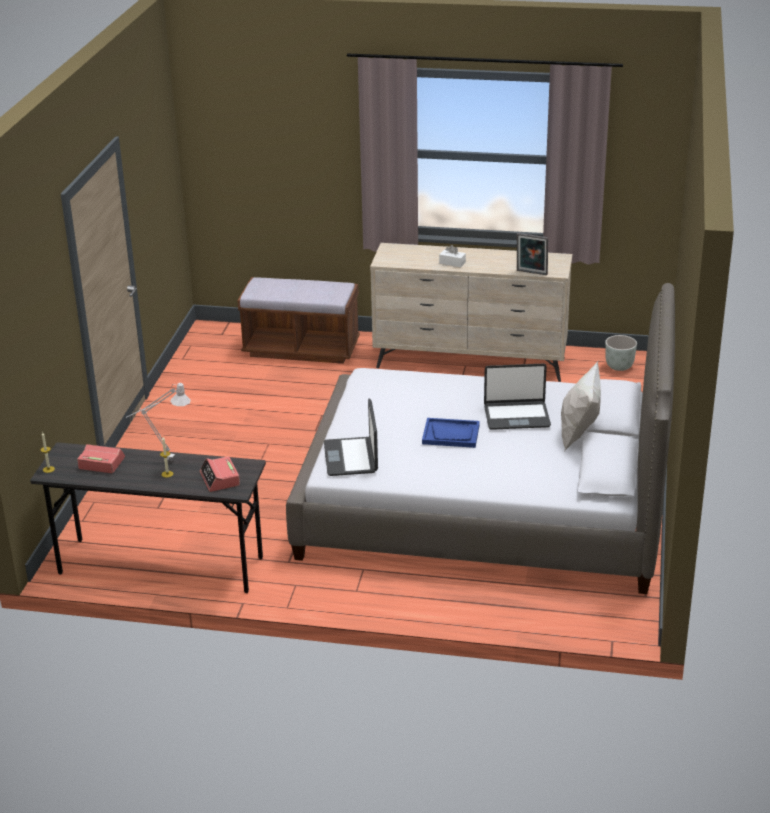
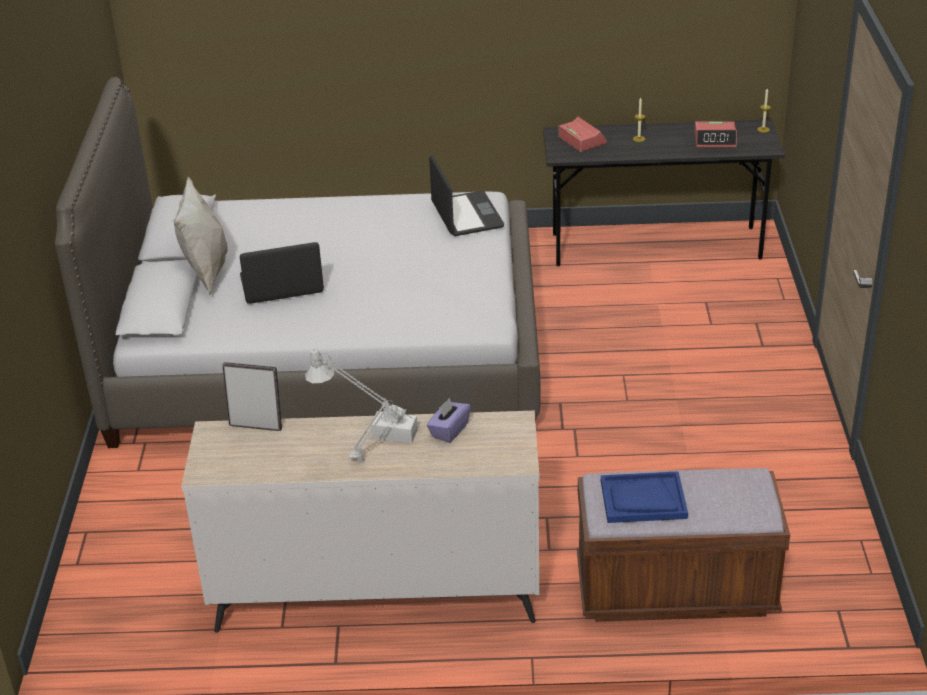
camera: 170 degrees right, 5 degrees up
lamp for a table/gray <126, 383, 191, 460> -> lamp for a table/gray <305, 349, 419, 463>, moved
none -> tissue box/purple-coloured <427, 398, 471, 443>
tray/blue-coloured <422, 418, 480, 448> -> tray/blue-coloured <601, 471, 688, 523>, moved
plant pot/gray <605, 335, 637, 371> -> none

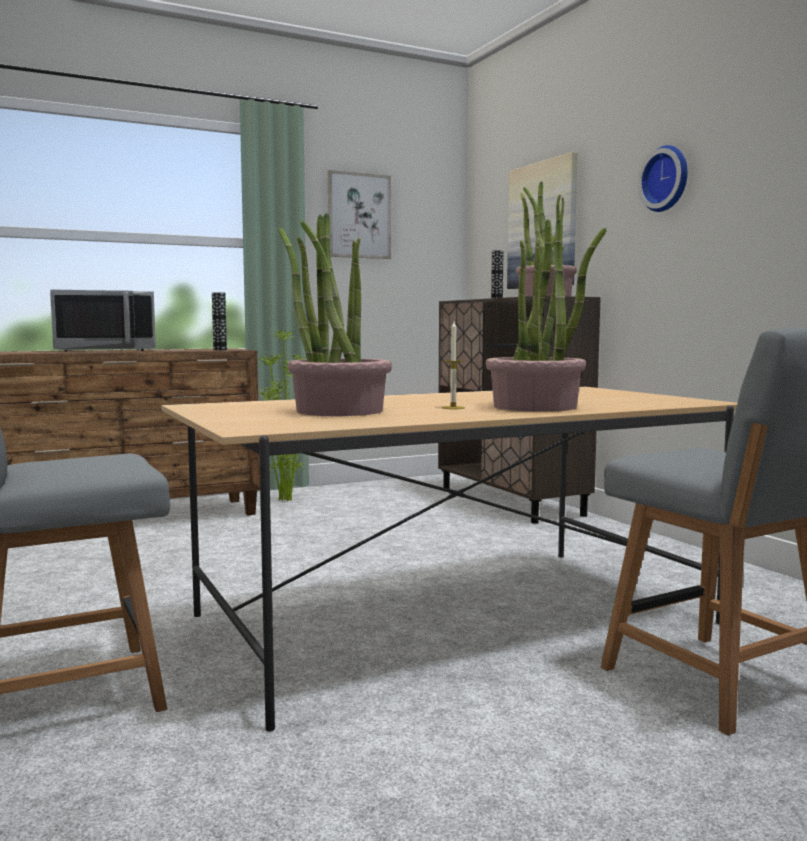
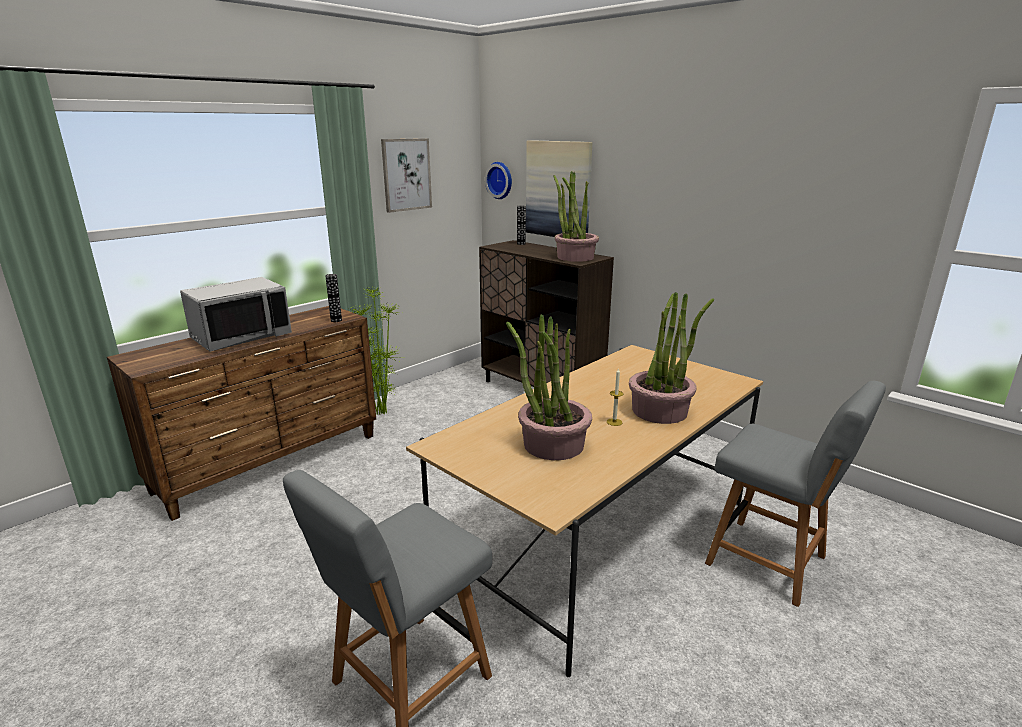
camera: 20 degrees left, 15 degrees up
hanging clock <638, 145, 688, 212> -> hanging clock <485, 162, 512, 199>, moved

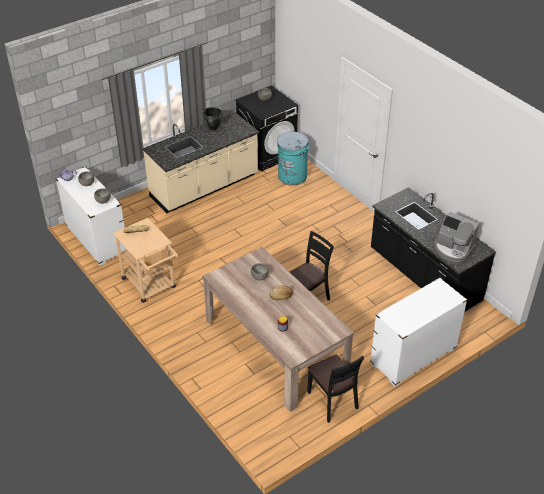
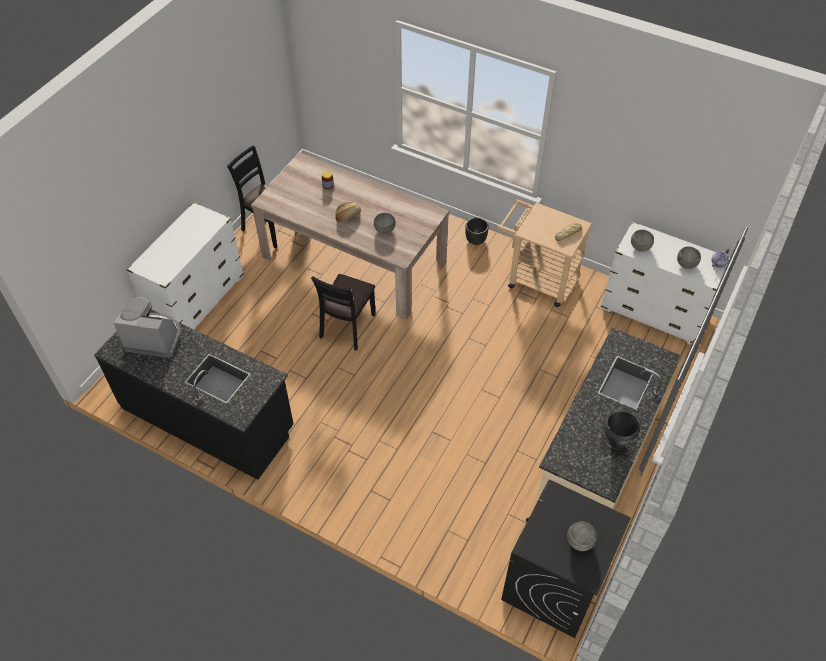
camera: 155 degrees right, 10 degrees up
none -> plant pot/blackish <465, 218, 489, 245>
trash can/turquoise-coloured <277, 132, 310, 186> -> none

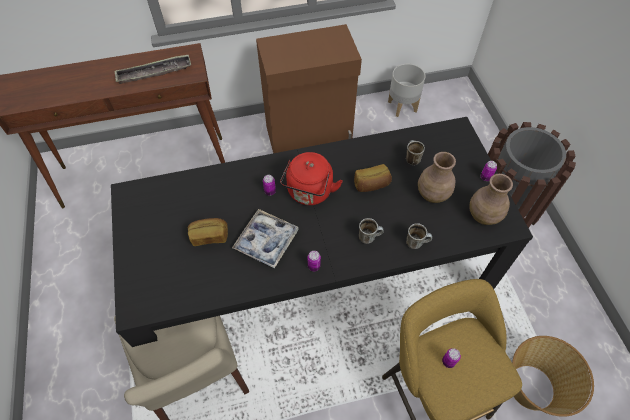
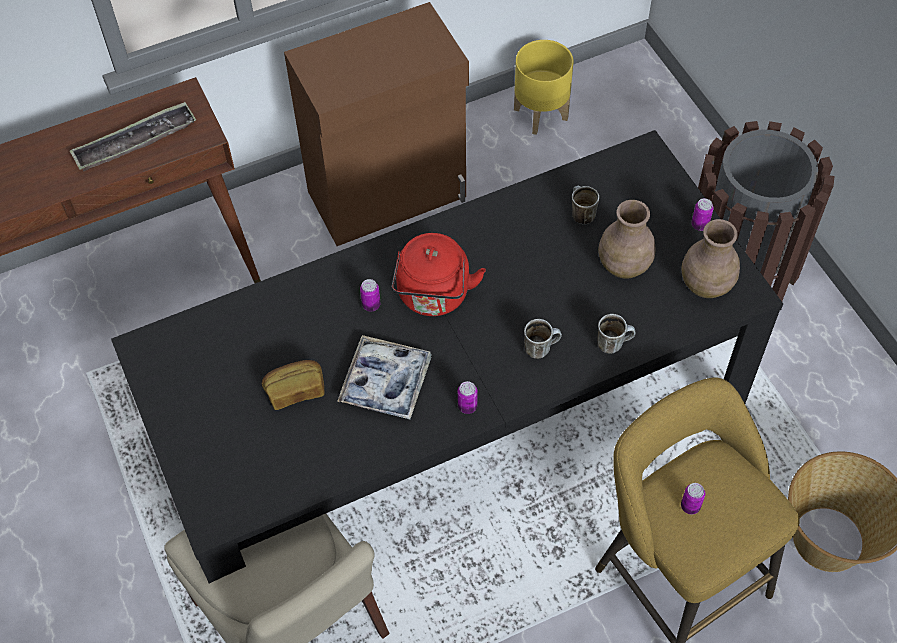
camera: 10 degrees left, 0 degrees up
plant pot/gray <388, 63, 426, 117> -> plant pot/yellow <514, 40, 573, 135>
bread <354, 164, 392, 192> -> none

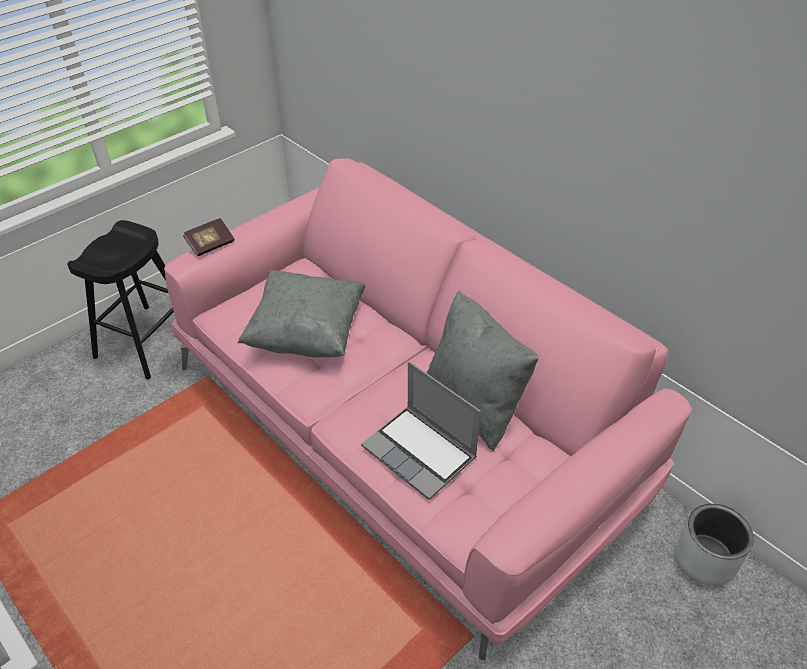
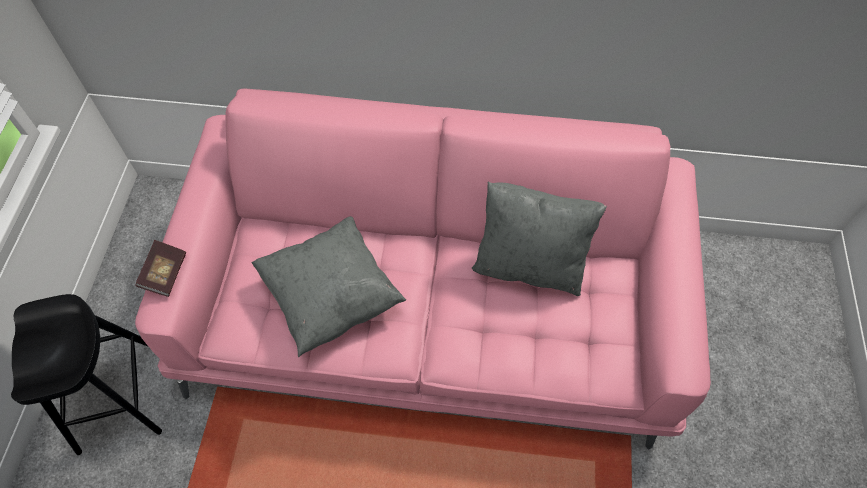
camera: 40 degrees left, 15 degrees up
laptop <361, 361, 481, 500> -> none
plant pot/gray <675, 504, 754, 586> -> none

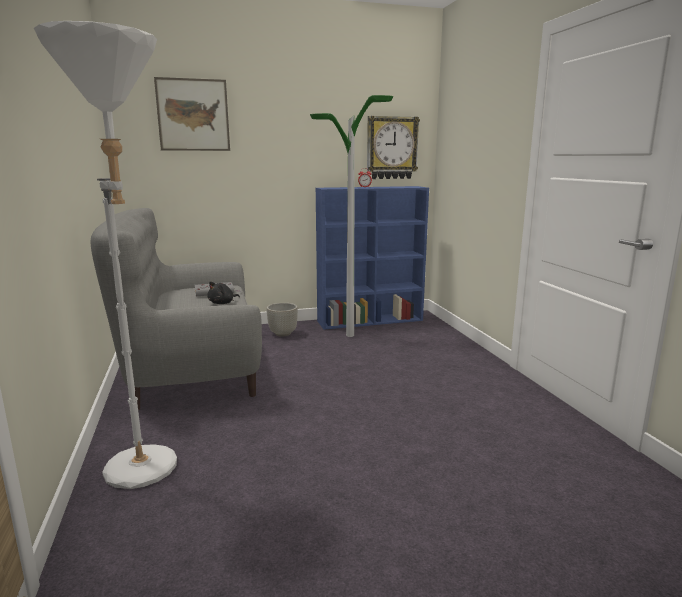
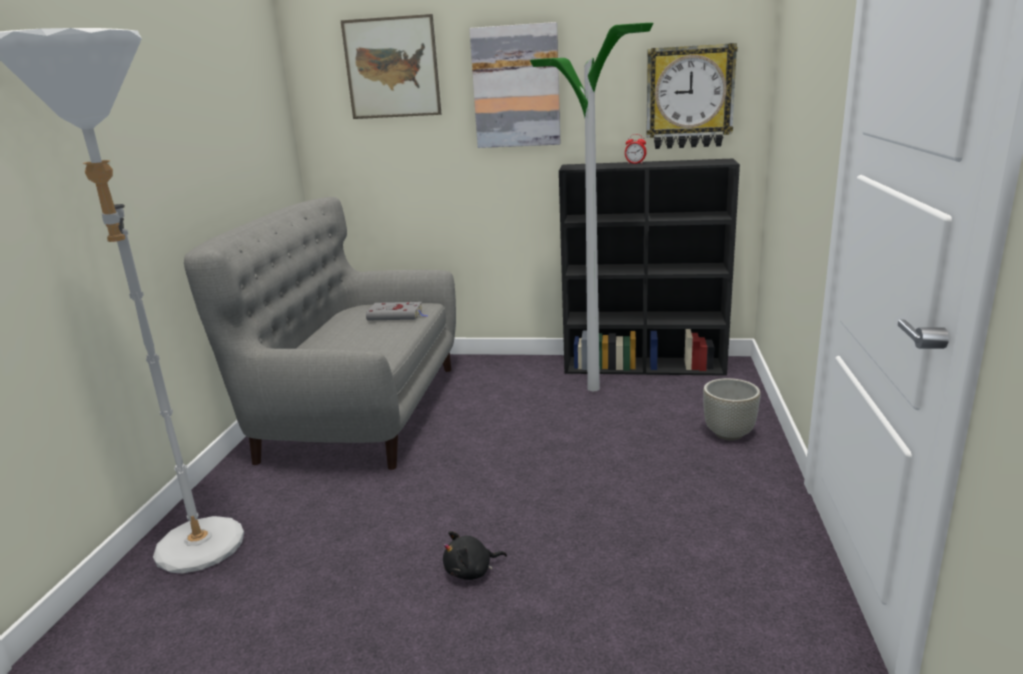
camera: 25 degrees right, 5 degrees up
plush toy/blackish <207, 281, 240, 304> -> plush toy/blackish <443, 531, 507, 580>, moved
none -> wall art <469, 22, 561, 148>
bookcase/blue-coloured <316, 186, 429, 330> -> bookcase/blackish <559, 159, 740, 376>
plant pot/gray <266, 303, 298, 337> -> plant pot/gray <703, 378, 761, 441>, moved

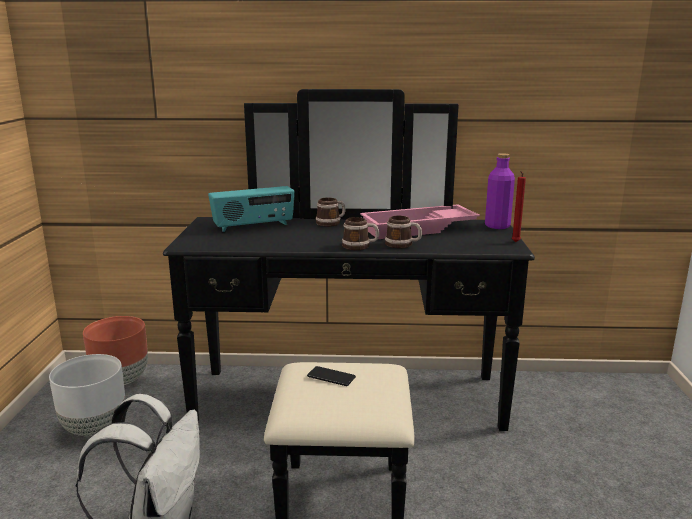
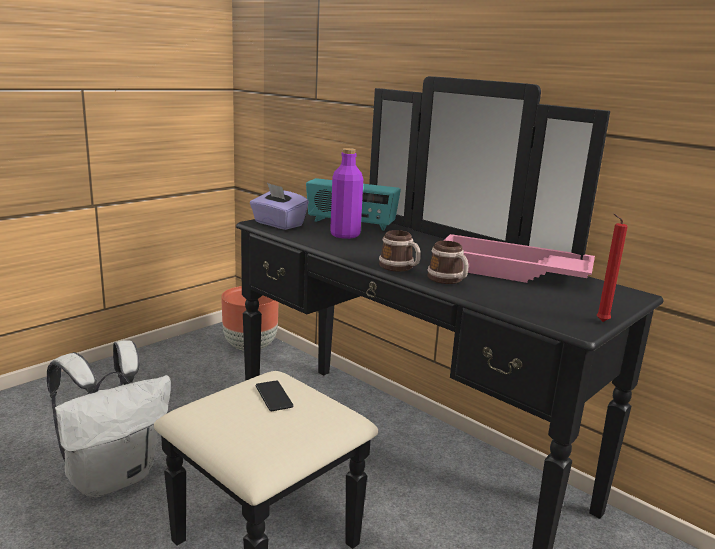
camera: 40 degrees right, 0 degrees up
none -> tissue box/purple-coloured <250, 183, 309, 230>
bottle/purple-coloured <485, 153, 515, 229> -> bottle/purple-coloured <330, 148, 363, 239>, moved
plant pot/white-coloured <49, 354, 125, 436> -> none
coffee mug <316, 198, 345, 227> -> none

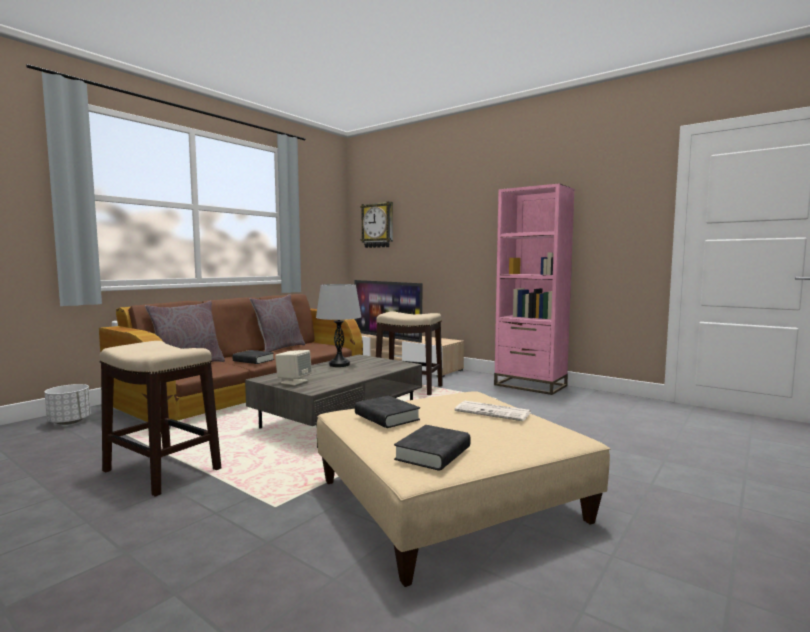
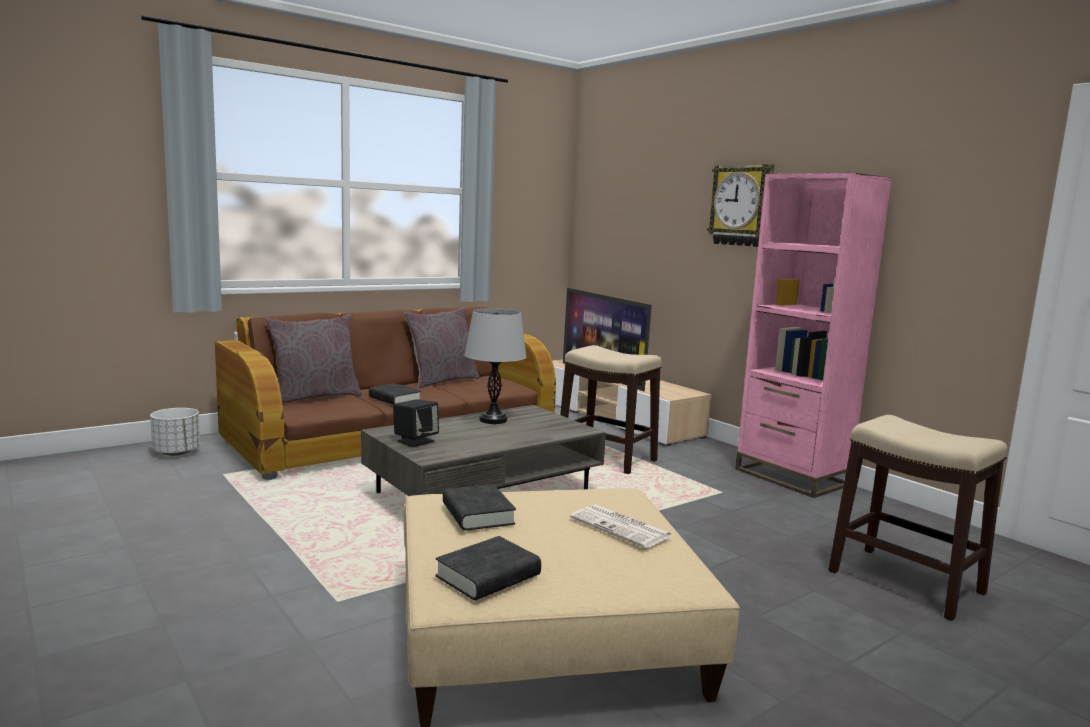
camera: 15 degrees right, 5 degrees up
audio speaker/beige <275, 350, 312, 385> -> audio speaker/blackish <393, 399, 439, 447>
hanging clock <360, 202, 393, 248> -> hanging clock <707, 164, 774, 247>, moved
stool <99, 341, 221, 497> -> stool <828, 415, 1007, 621>, moved

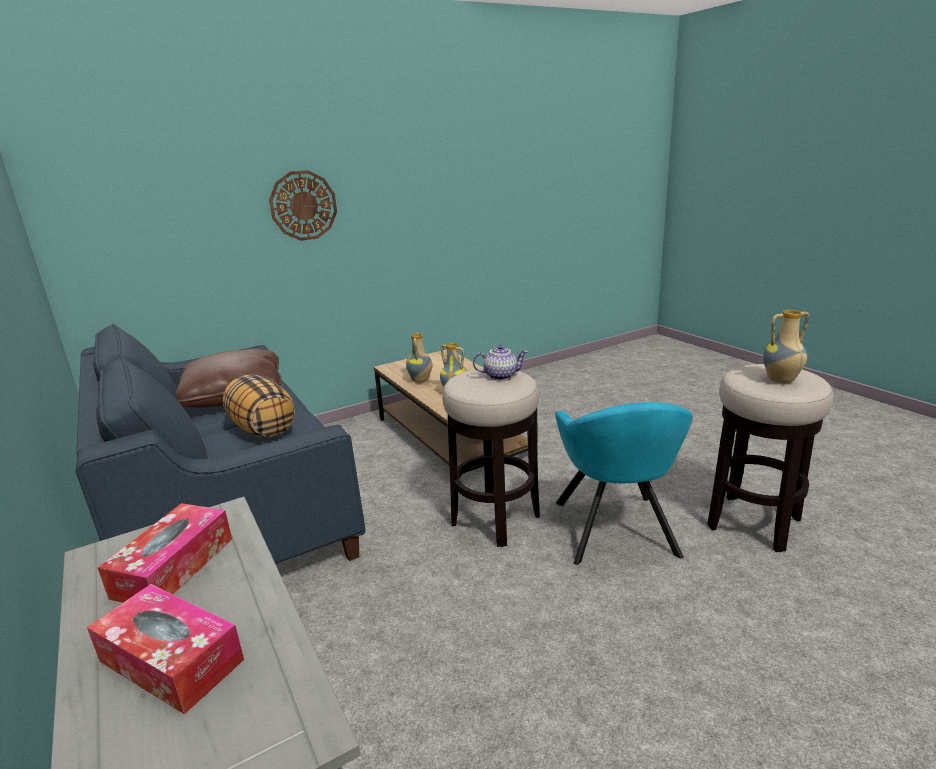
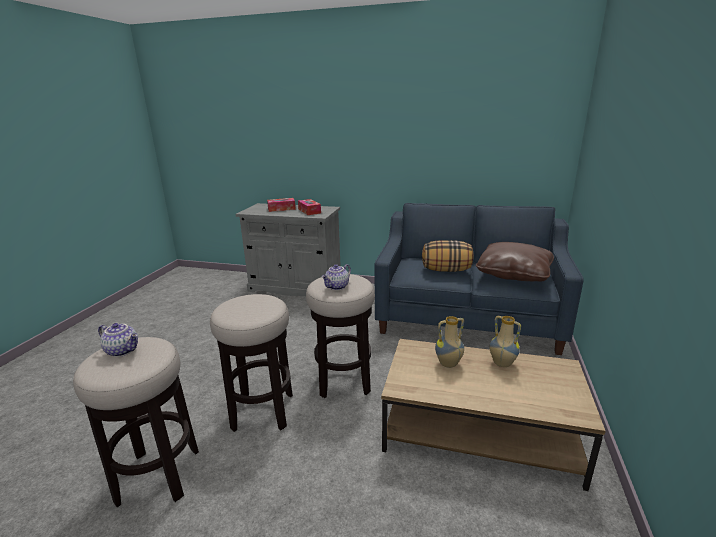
camera: 135 degrees right, 0 degrees up
flower vase <763, 310, 810, 383> -> tea pot <98, 323, 138, 357>
armchair/turquoise-coloured <555, 402, 693, 565> -> stool <210, 294, 293, 432>
hanging clock <269, 170, 337, 241> -> none

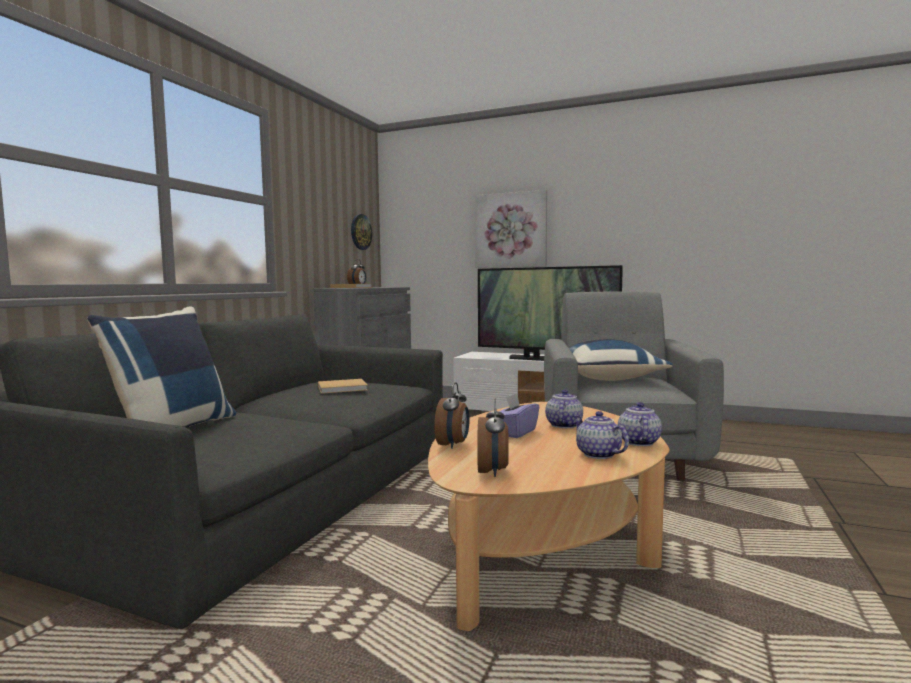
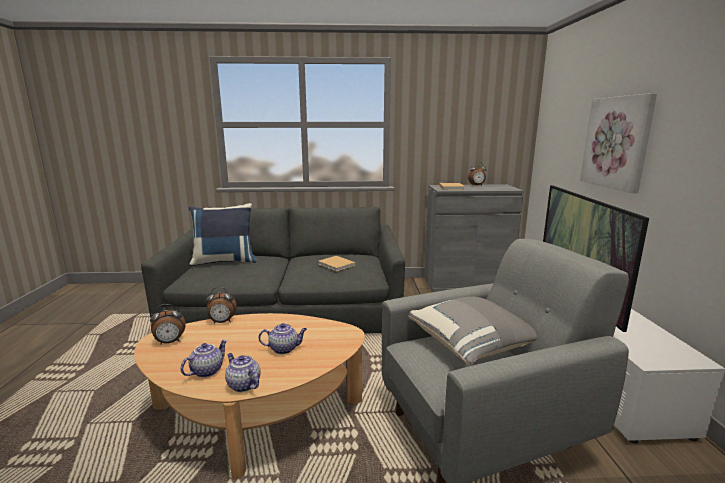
camera: 65 degrees right, 10 degrees up
tea pot <618, 402, 662, 446> -> tea pot <225, 353, 260, 392>, 120 degrees counterclockwise
cushion/blue-coloured <569, 339, 673, 381> -> cushion/gray <408, 297, 537, 365>
hanging clock <351, 214, 372, 250> -> none
tissue box/purple-coloured <499, 393, 539, 438> -> none

